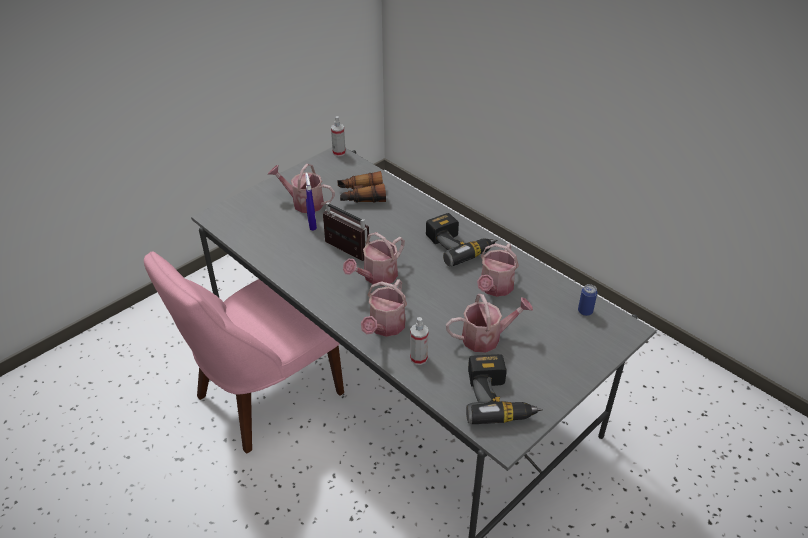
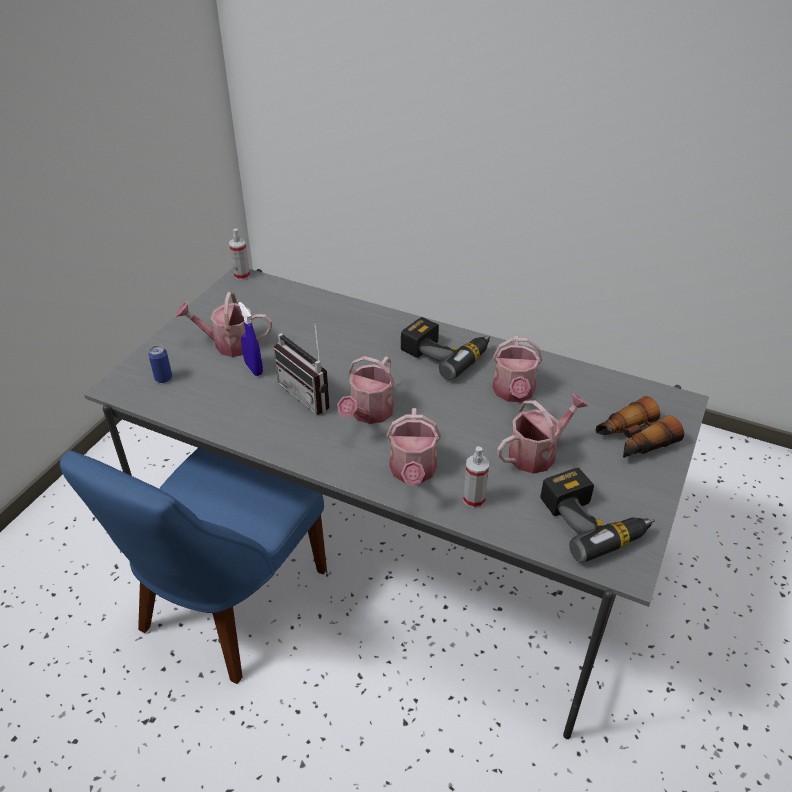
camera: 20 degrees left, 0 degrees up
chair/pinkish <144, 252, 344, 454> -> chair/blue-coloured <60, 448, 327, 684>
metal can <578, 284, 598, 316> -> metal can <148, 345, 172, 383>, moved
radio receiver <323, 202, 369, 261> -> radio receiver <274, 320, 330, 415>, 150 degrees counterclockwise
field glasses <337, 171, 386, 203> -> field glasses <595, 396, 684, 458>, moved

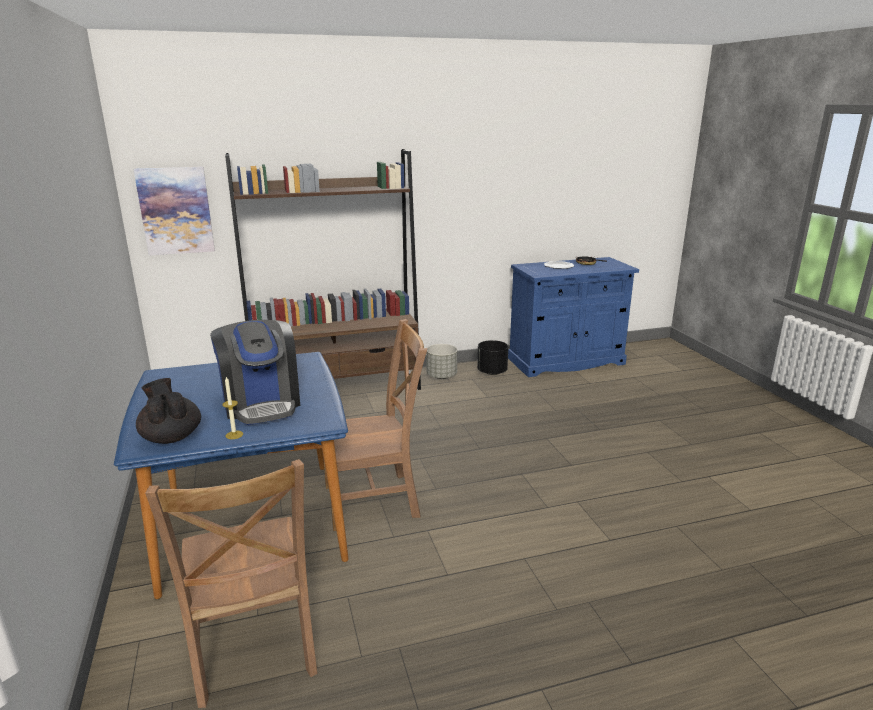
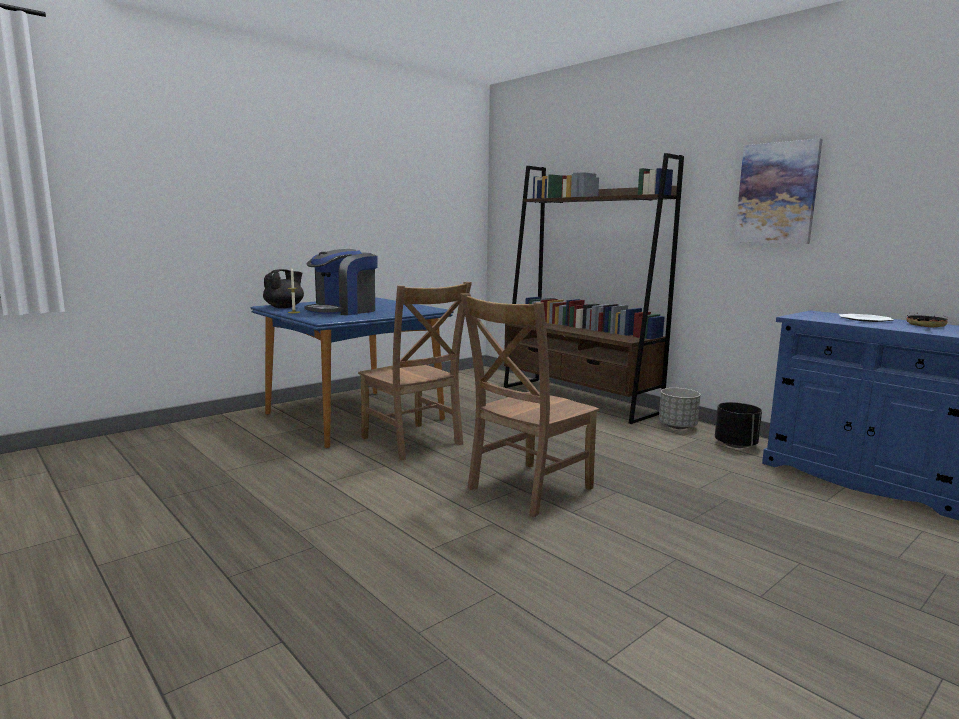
camera: 65 degrees right, 10 degrees down
chair/brown <145, 459, 317, 708> -> chair/brown <460, 293, 599, 517>, moved
wall art <134, 166, 215, 255> -> wall art <734, 138, 823, 244>, moved

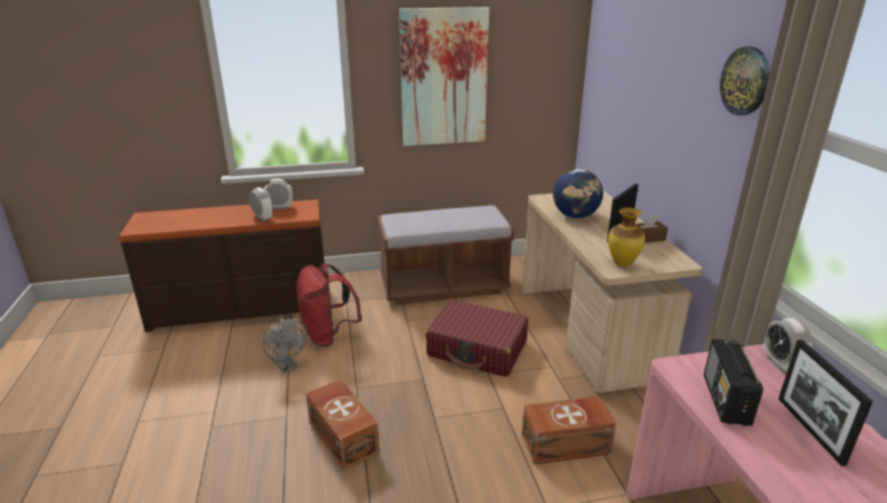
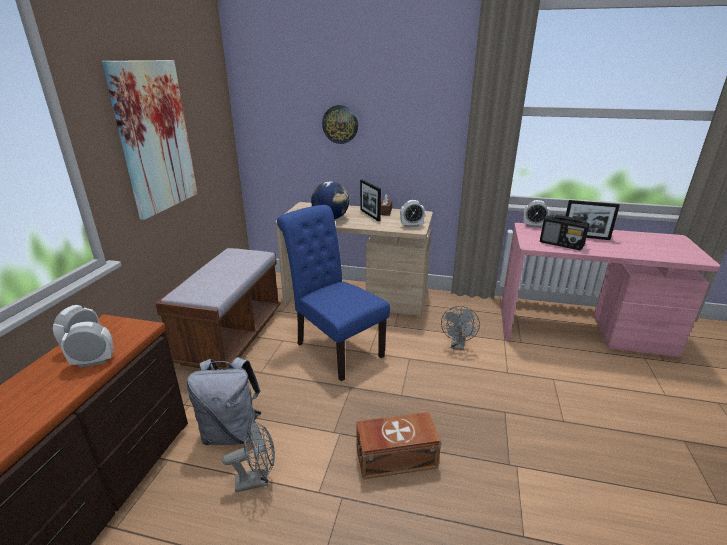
camera: 65 degrees left, 0 degrees up
rucksack/red-coloured <296, 264, 362, 347> -> rucksack/gray <187, 357, 261, 445>
suitcase/red-coloured <426, 299, 528, 377> -> chair/blue-coloured <277, 205, 390, 381>
hanging clock <720, 46, 770, 115> -> hanging clock <322, 105, 358, 144>, moved
flower vase <608, 207, 645, 267> -> alarm clock <400, 200, 425, 227>
storage box/brown <522, 396, 616, 465> -> electric fan/gray <441, 306, 480, 350>

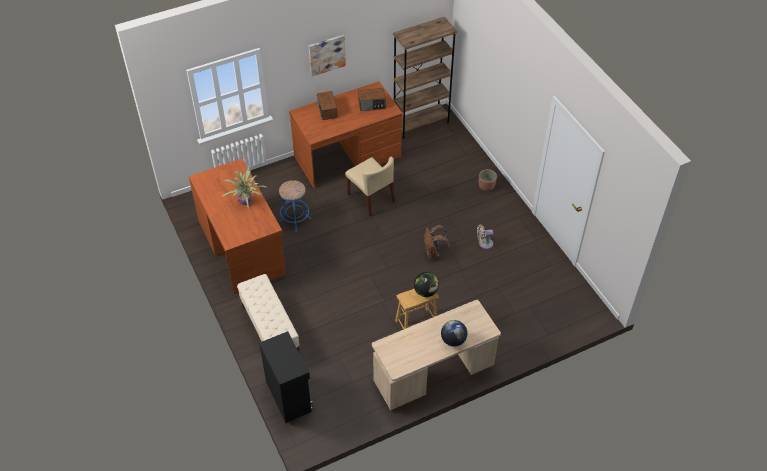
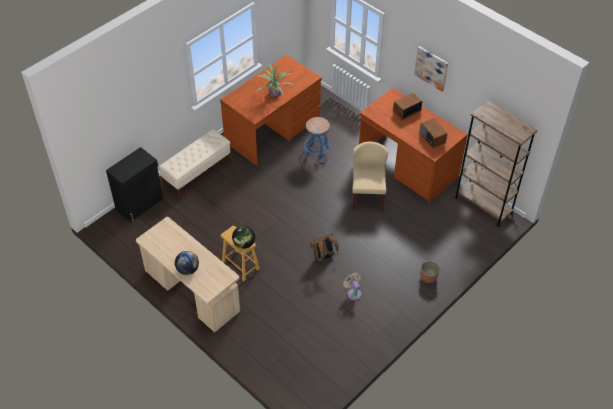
camera: 70 degrees right, 0 degrees up
chair/beige <345, 157, 395, 216> -> chair/beige <352, 142, 388, 210>, 150 degrees clockwise

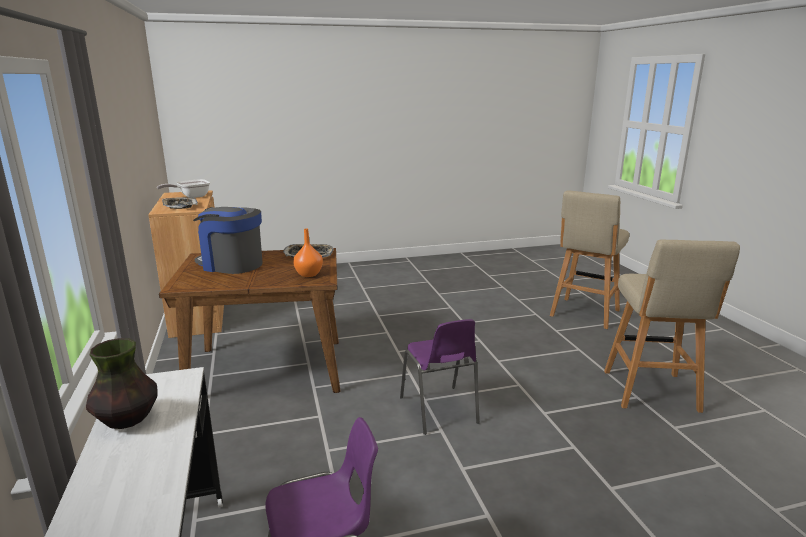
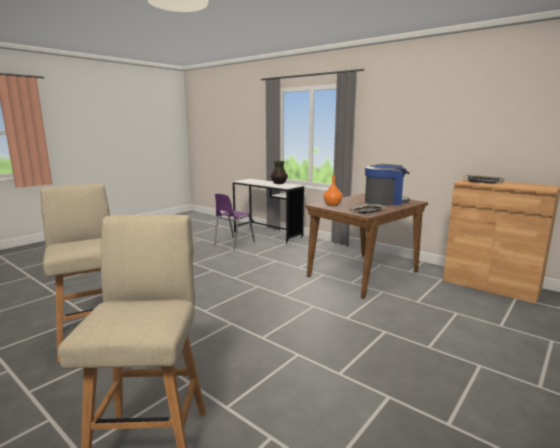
camera: 145 degrees right, 5 degrees down
pan <157, 179, 210, 198> -> none
chair/purple-coloured <400, 319, 480, 435> -> none

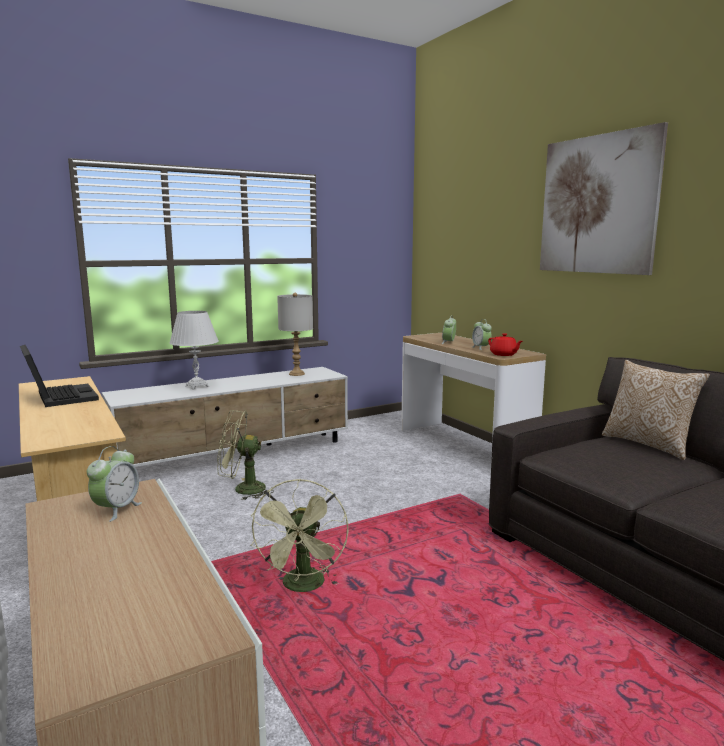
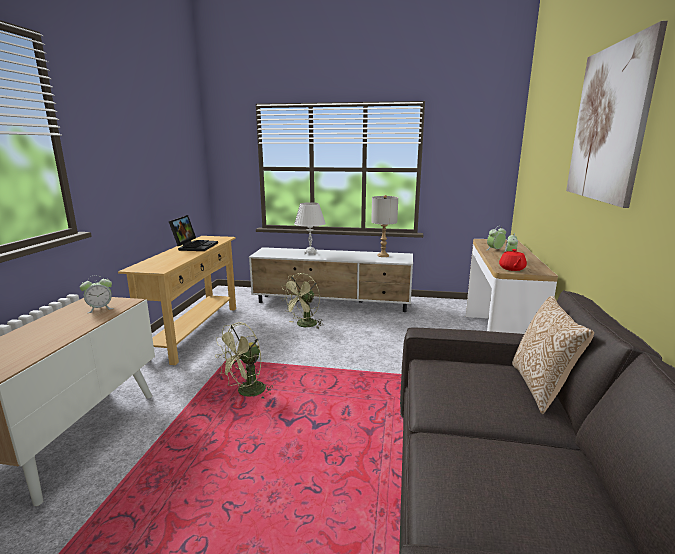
camera: 40 degrees right, 5 degrees up
electric fan/green <217, 410, 274, 500> -> electric fan/green <280, 273, 323, 329>, 90 degrees counterclockwise

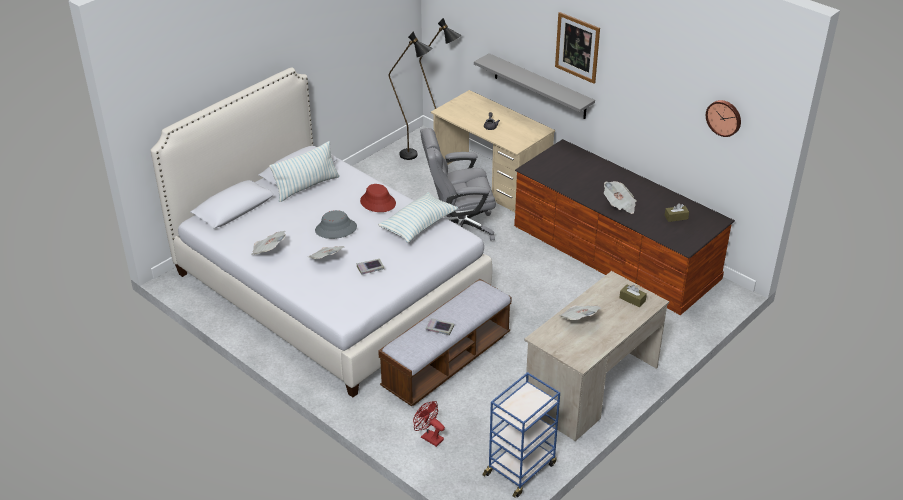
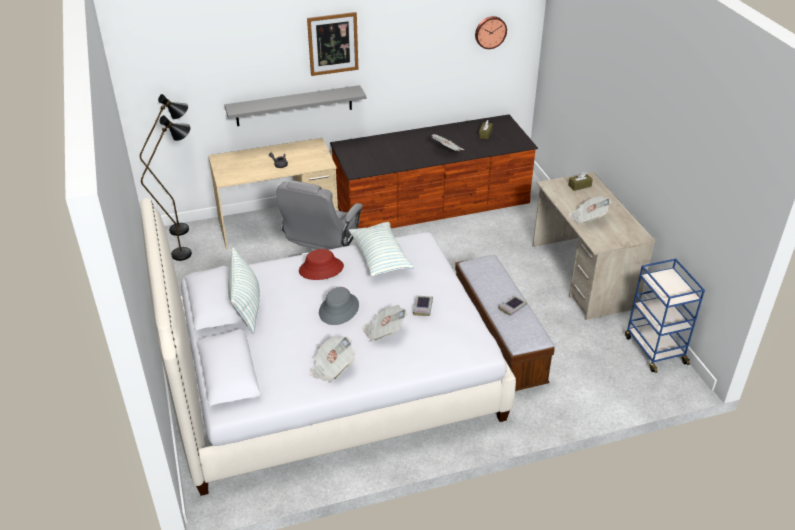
camera: 60 degrees left, 0 degrees up
electric fan/red-coloured <413, 401, 445, 447> -> none

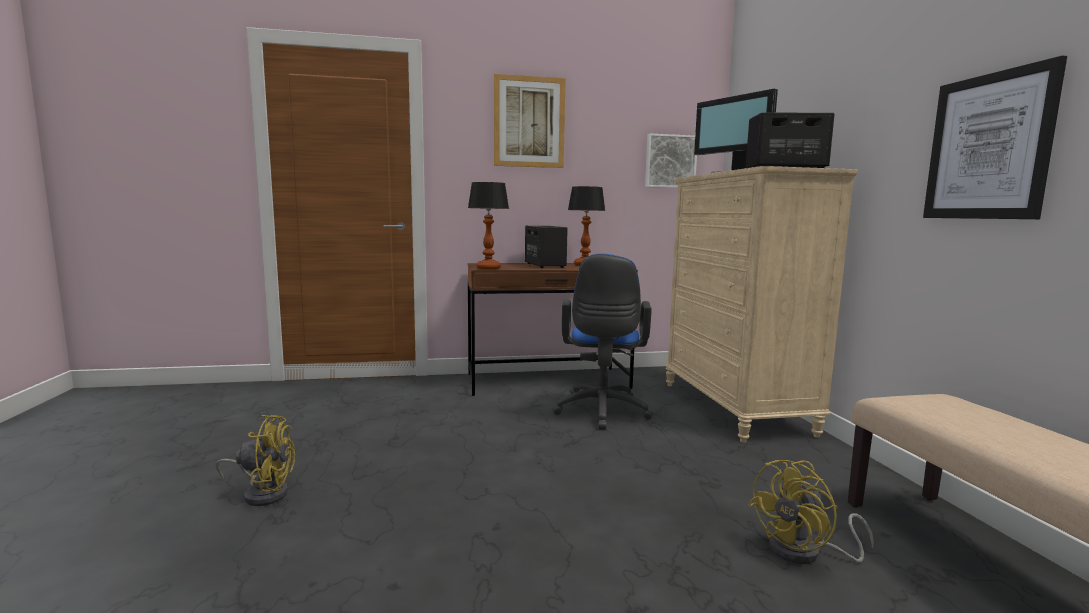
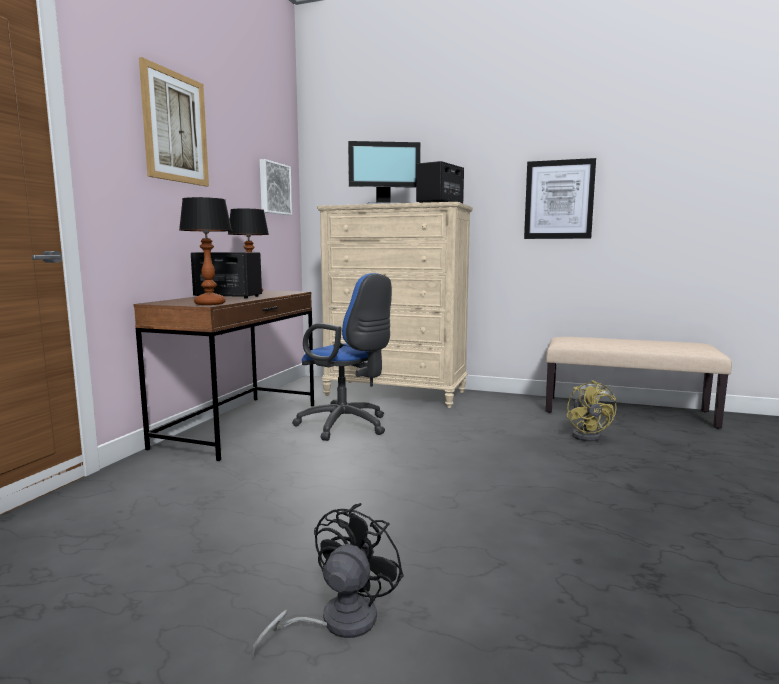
camera: 60 degrees left, 0 degrees up
electric fan/yellow <216, 415, 295, 506> -> electric fan/blackish <251, 503, 404, 658>

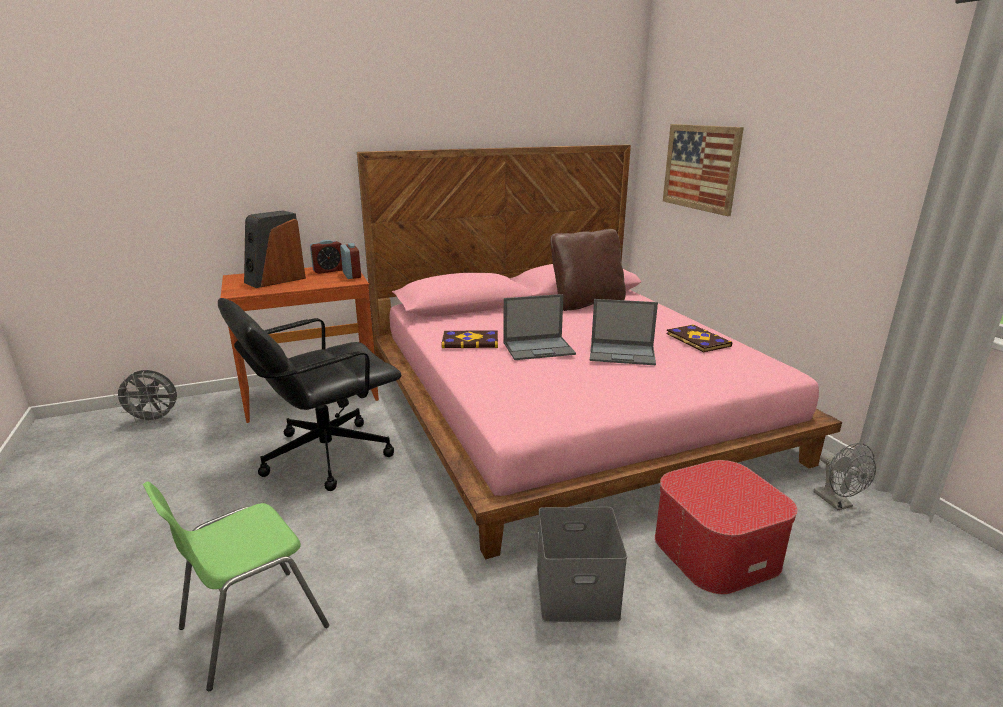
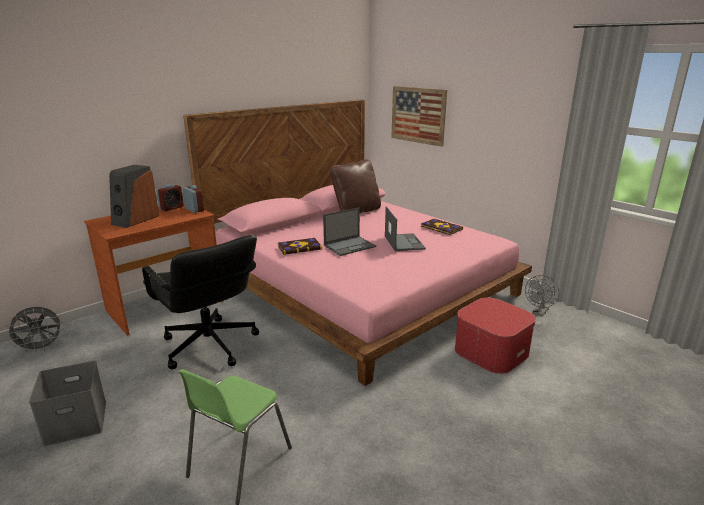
camera: 20 degrees left, 0 degrees up
storage box/gray <537, 507, 627, 622> -> storage box/gray <29, 361, 106, 446>, moved
desk chair/blackish <218, 298, 401, 491> -> desk chair/blackish <142, 235, 259, 369>, 75 degrees counterclockwise
laptop <590, 299, 658, 365> -> laptop <385, 207, 426, 251>, 90 degrees counterclockwise
electric fan/gray <813, 443, 876, 510> -> electric fan/gray <525, 275, 559, 317>, 75 degrees clockwise

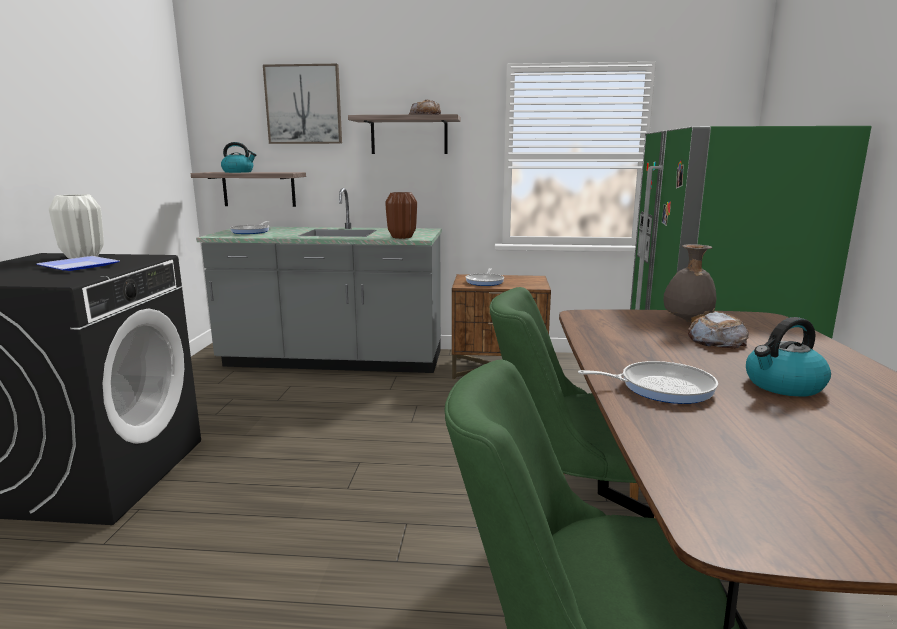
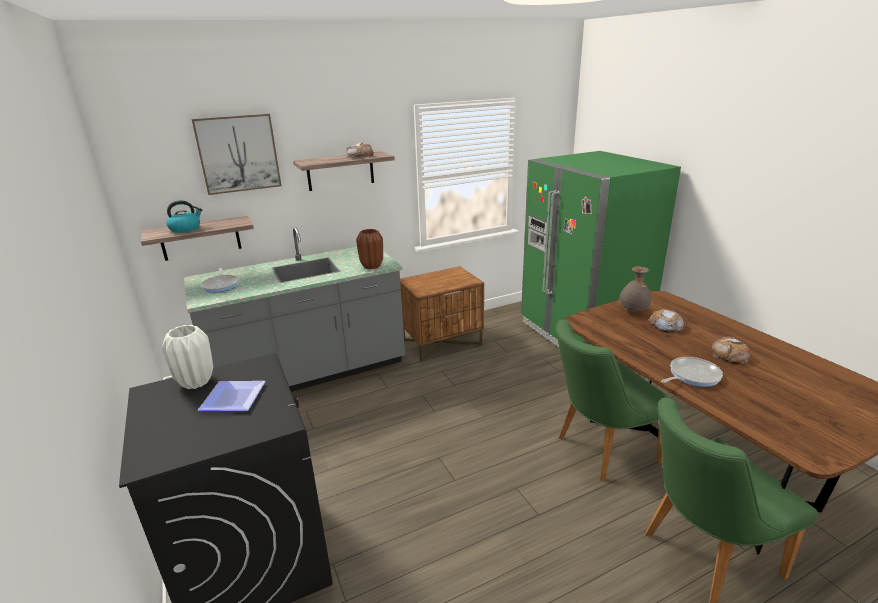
camera: 30 degrees left, 10 degrees up
water kettle <746, 317, 831, 397> -> bread <712, 337, 751, 364>
pan <465, 268, 504, 286> -> none

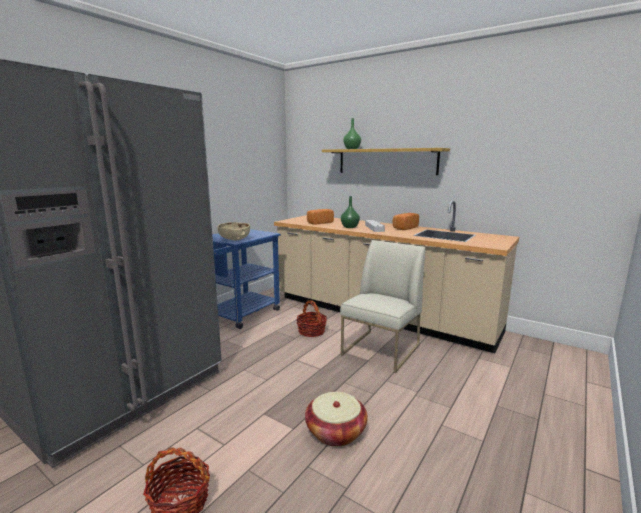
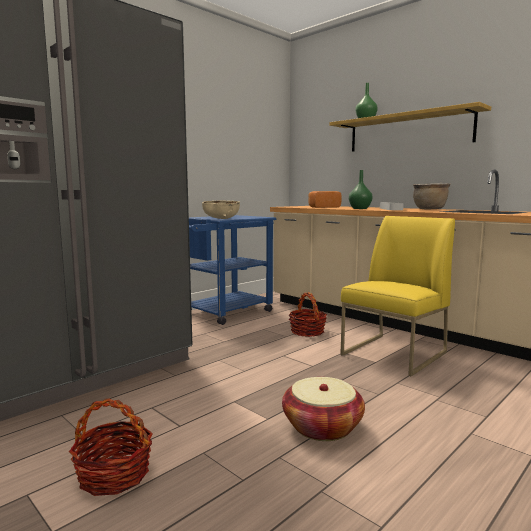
camera: 10 degrees right, 5 degrees down
chair/white-coloured <340, 240, 425, 373> -> chair/yellow <340, 216, 455, 377>
bread <393, 213, 419, 230> -> stockpot/brown <413, 183, 451, 210>

